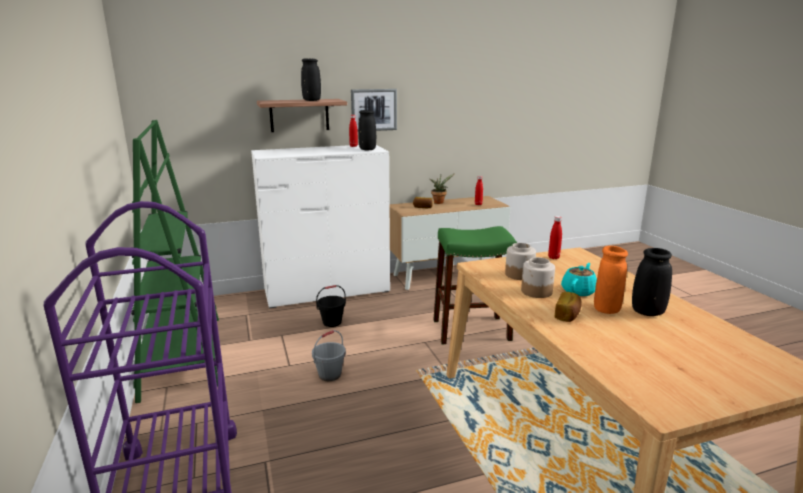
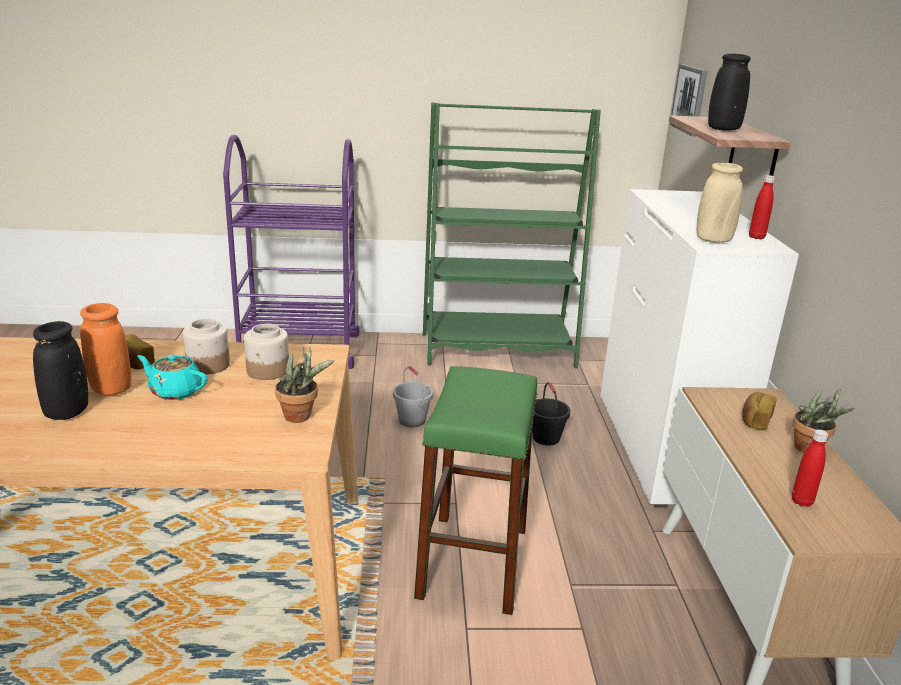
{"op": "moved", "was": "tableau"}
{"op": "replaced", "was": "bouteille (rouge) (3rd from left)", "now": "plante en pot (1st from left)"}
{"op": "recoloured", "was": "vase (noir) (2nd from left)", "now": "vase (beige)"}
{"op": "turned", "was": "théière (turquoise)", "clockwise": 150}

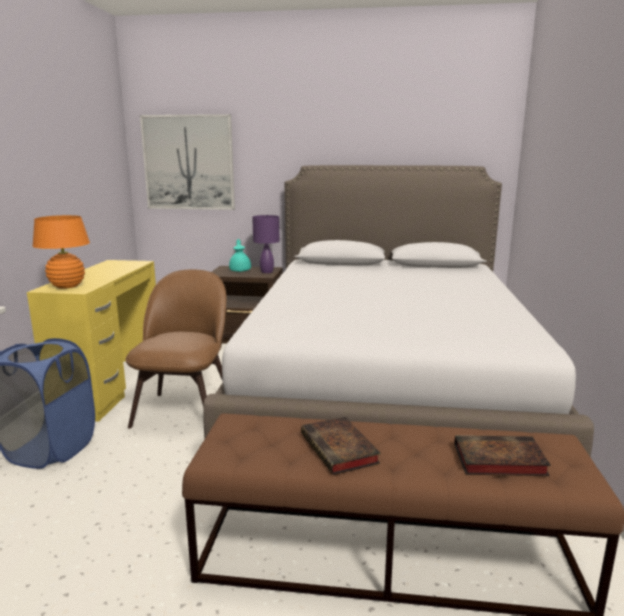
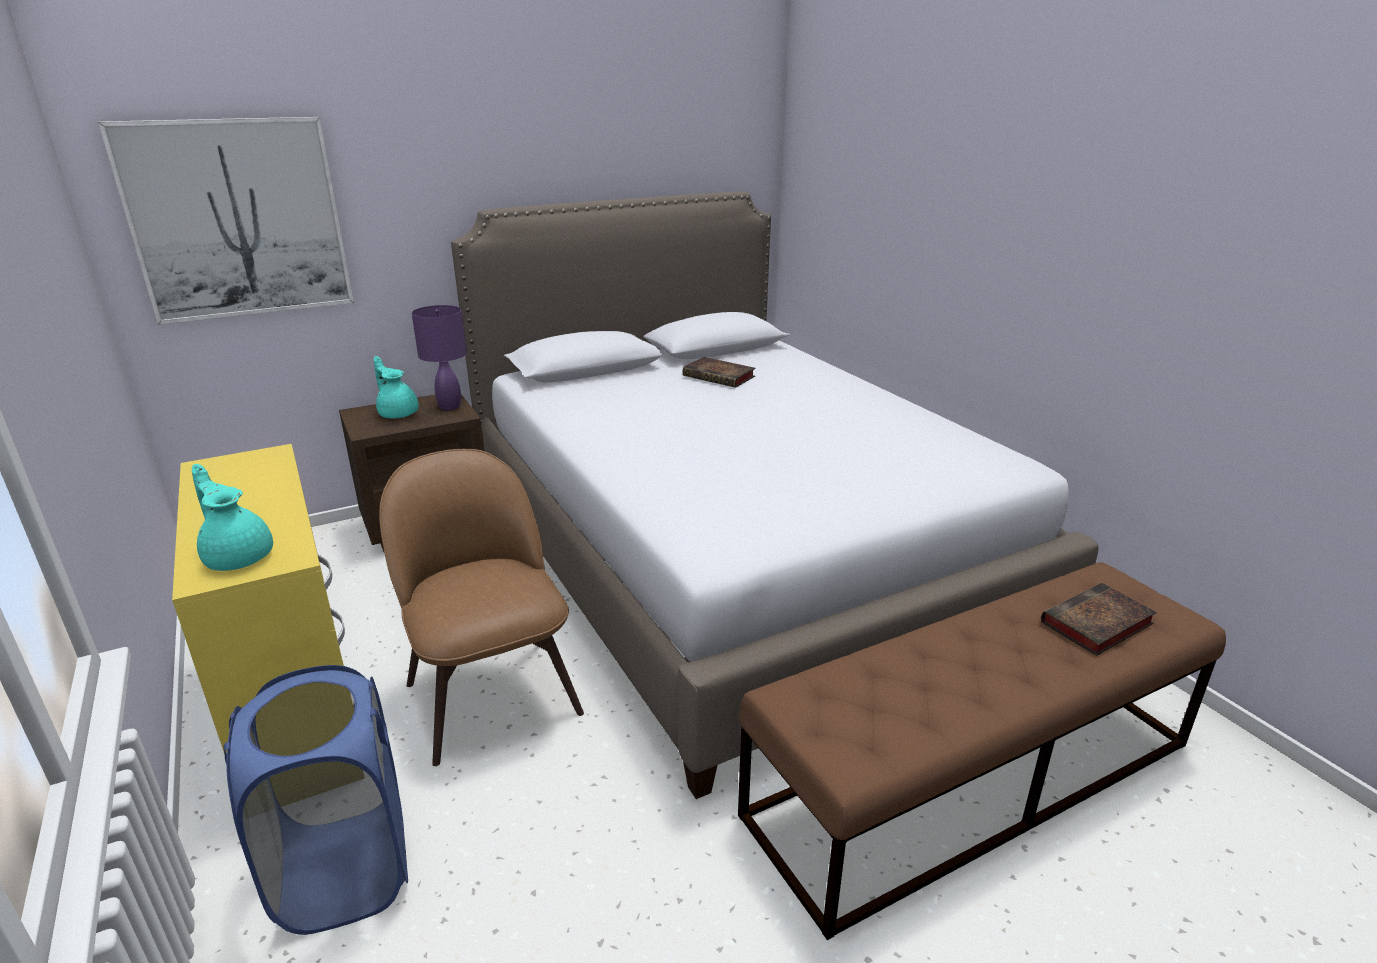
{"op": "moved", "was": "livre (1st from left)"}
{"op": "replaced", "was": "lampe de table (orange)", "now": "théière (turquoise) (1st from left)"}

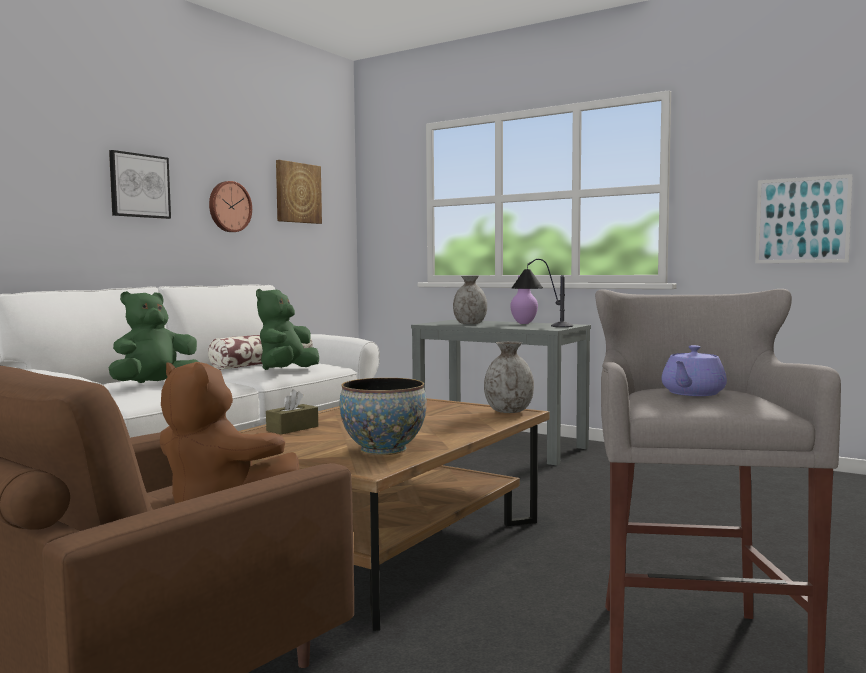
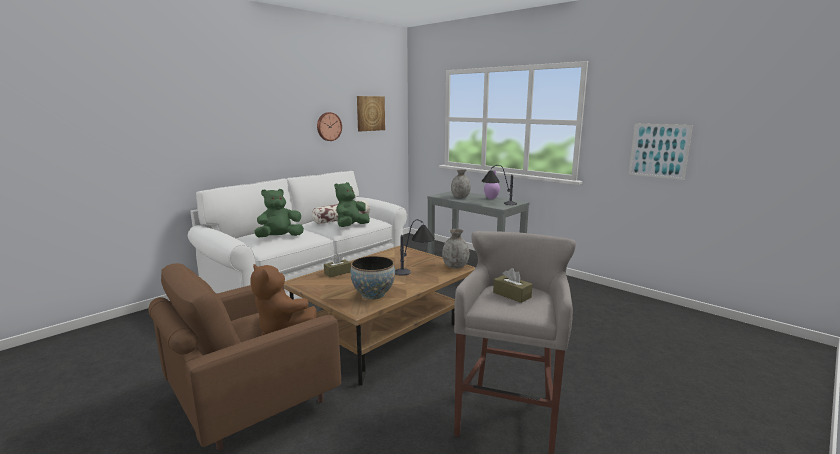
{"op": "removed", "was": "tableau (1st from left)"}
{"op": "added", "now": "lampe de table (1st from left)"}
{"op": "replaced", "was": "théière (violet)", "now": "boîte à mouchoirs (marron) (2nd from left)"}

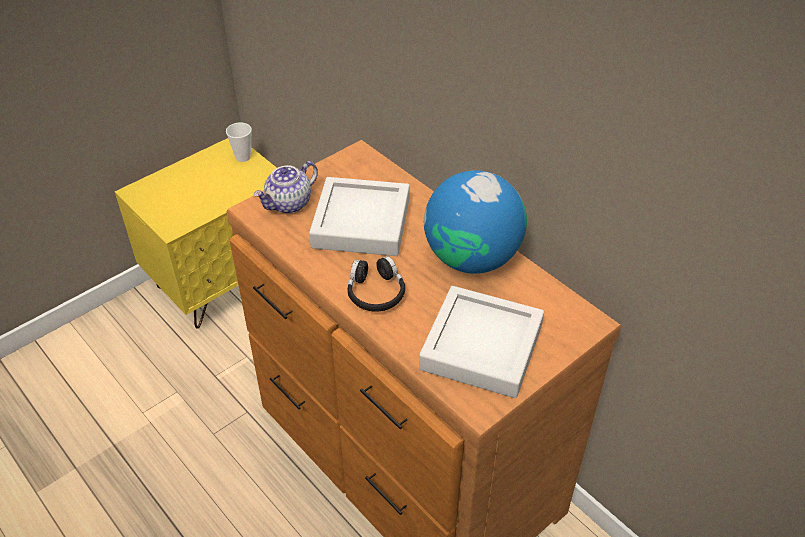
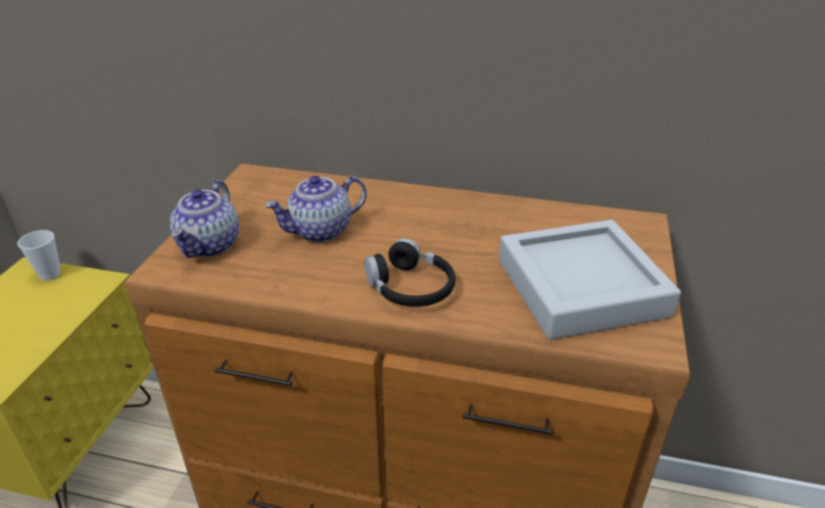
{"op": "removed", "was": "globe"}
{"op": "replaced", "was": "plateau (gris) (1st from left)", "now": "théière (2nd from left)"}

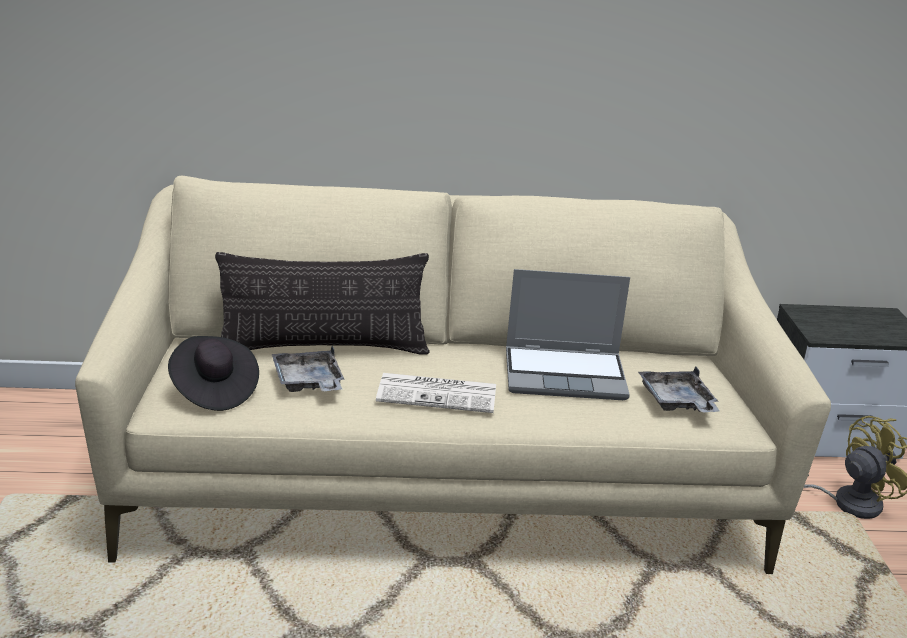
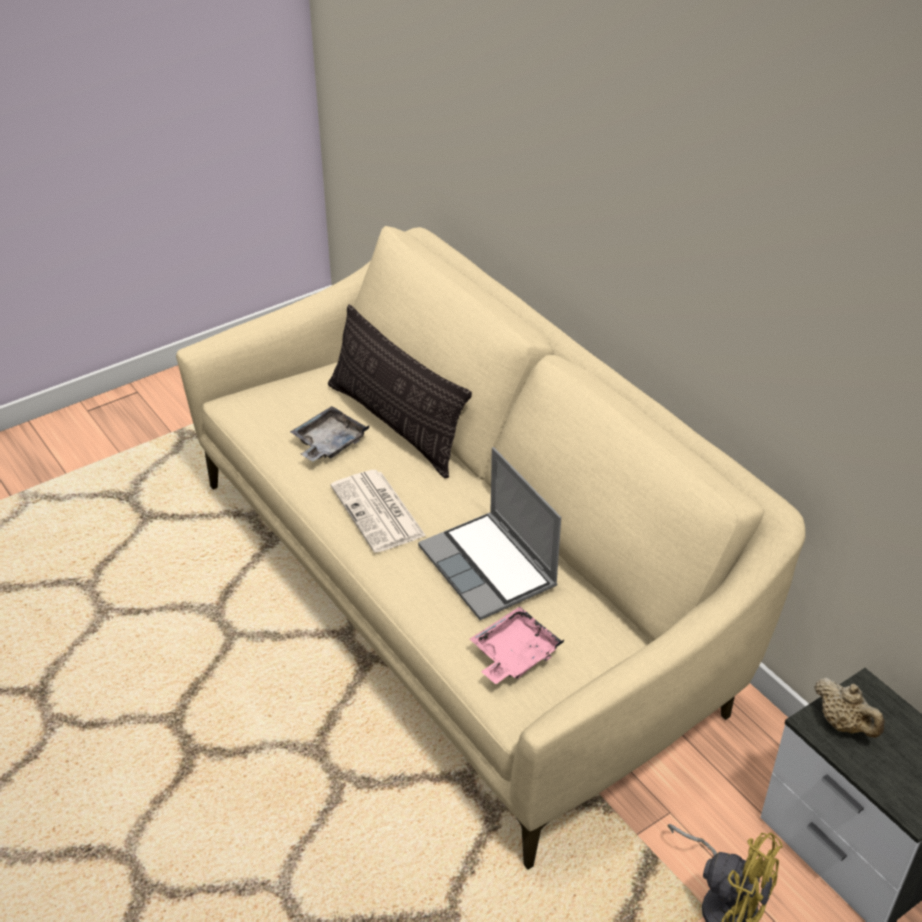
{"op": "removed", "was": "chapeau (noir)"}
{"op": "added", "now": "théière (beige)"}
{"op": "recoloured", "was": "plateau (gris) (2nd from left)", "now": "plateau (rose)"}

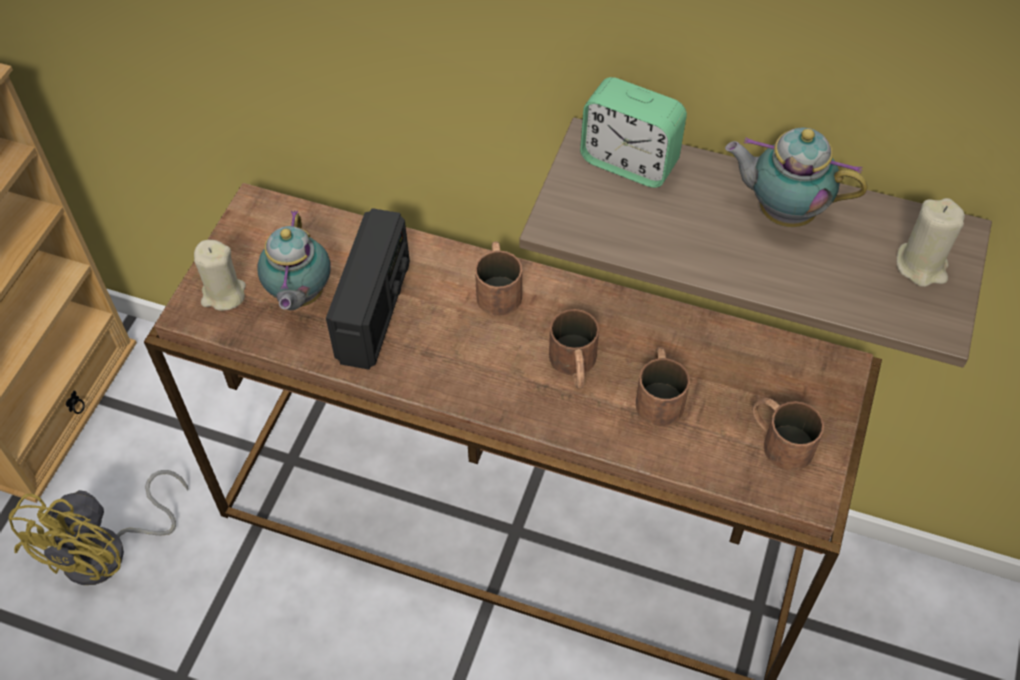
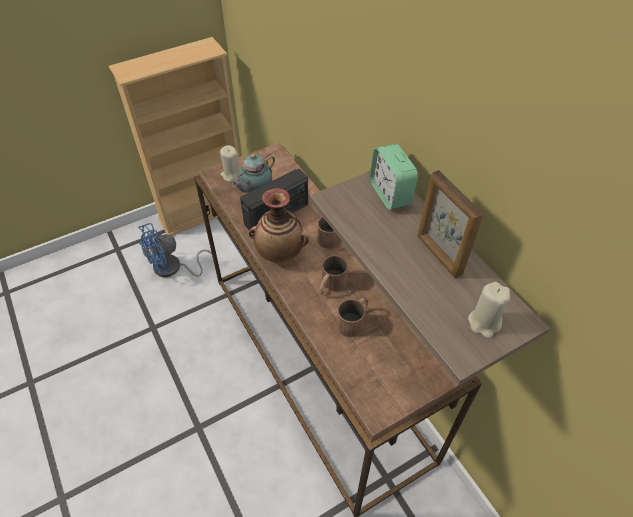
{"op": "removed", "was": "mug (marron) (4th from left)"}
{"op": "added", "now": "vase"}
{"op": "replaced", "was": "théière (2nd from left)", "now": "cadre photo"}
{"op": "recoloured", "was": "ventilateur (jaune)", "now": "ventilateur (bleu)"}

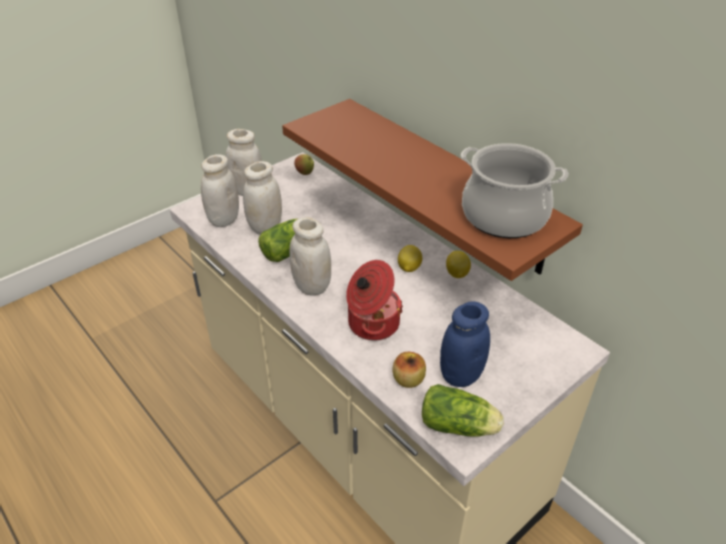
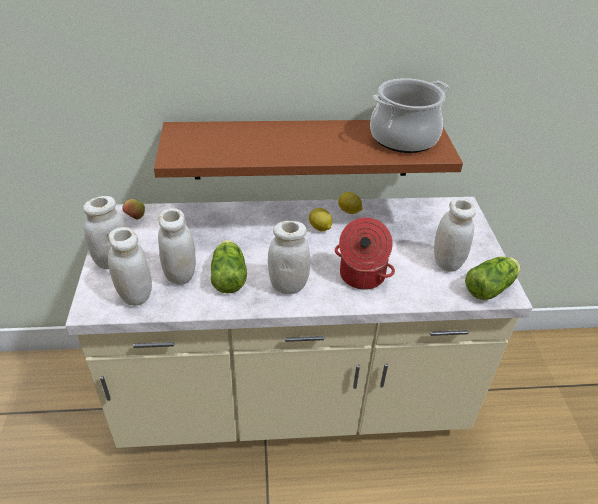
{"op": "removed", "was": "pomme (2nd from left)"}
{"op": "recoloured", "was": "bocal (bleu)", "now": "bocal (blanc) (5th from left)"}

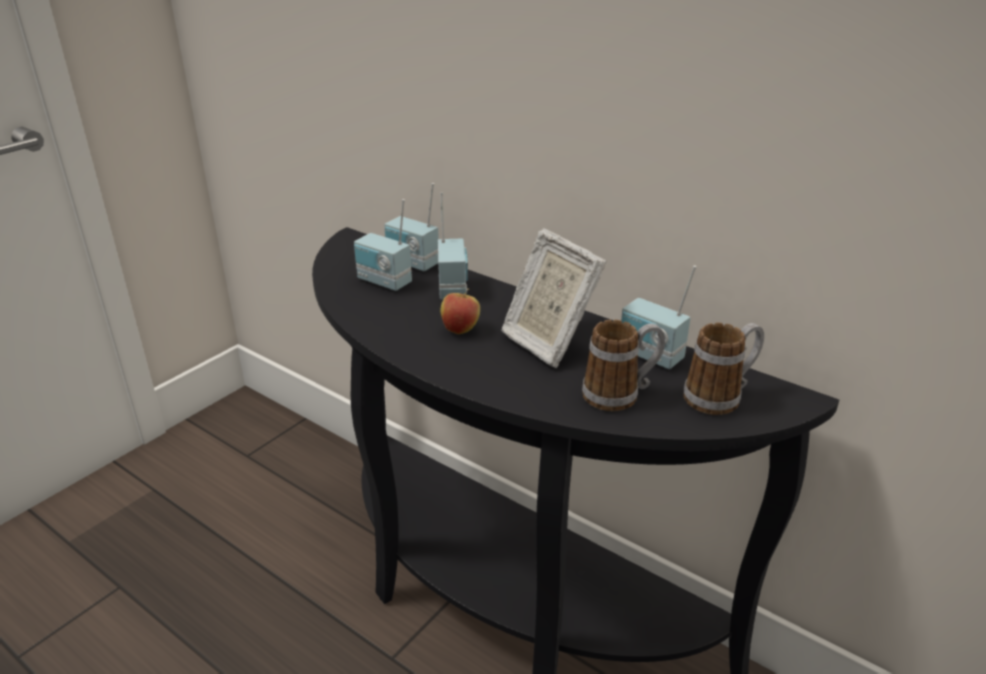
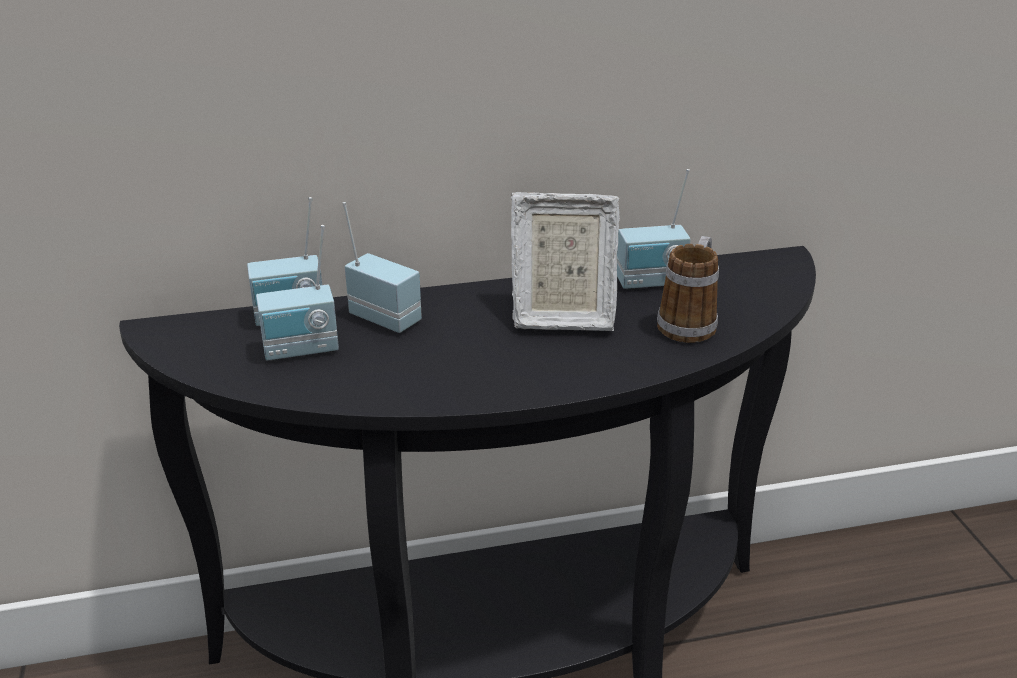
{"op": "removed", "was": "pomme"}
{"op": "removed", "was": "mug (2nd from left)"}

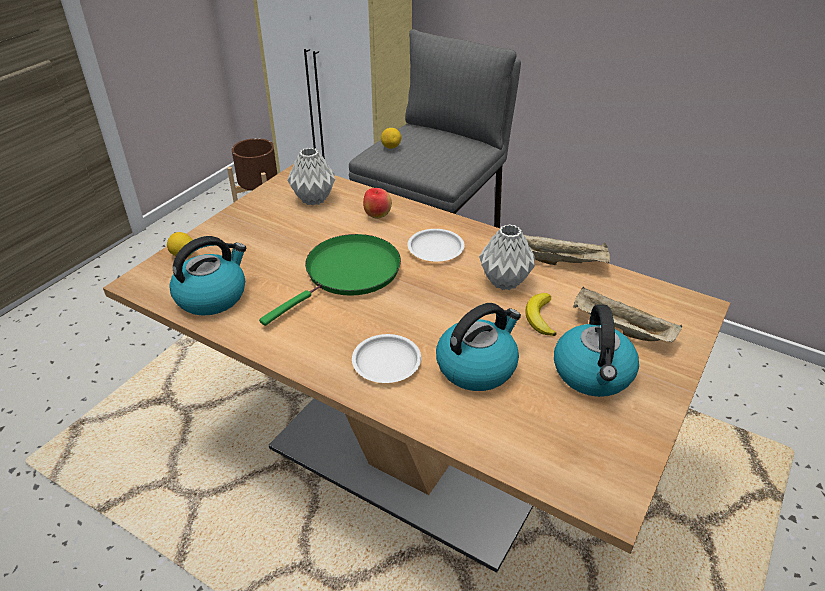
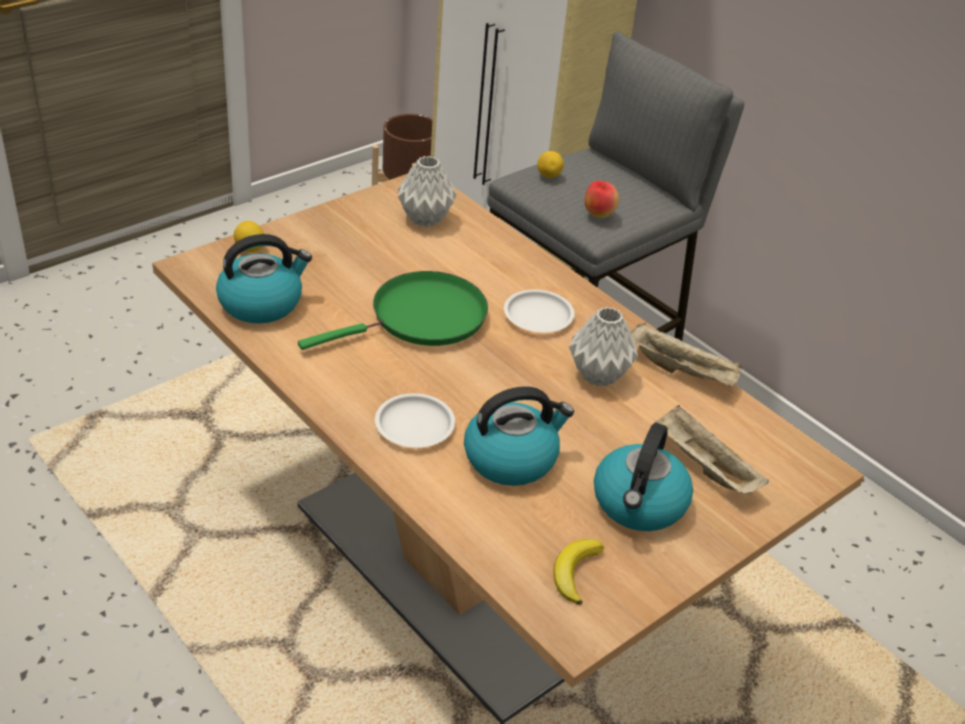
{"op": "moved", "was": "pomme"}
{"op": "moved", "was": "banane"}

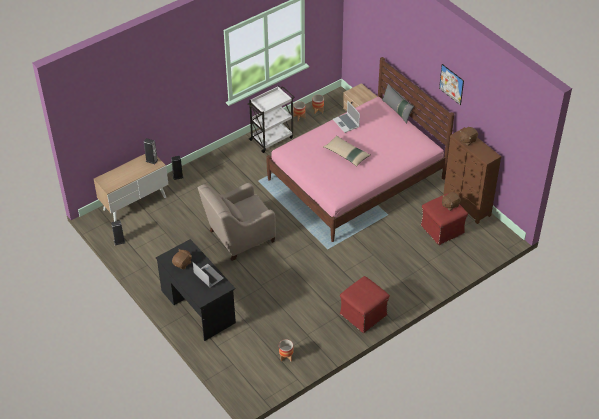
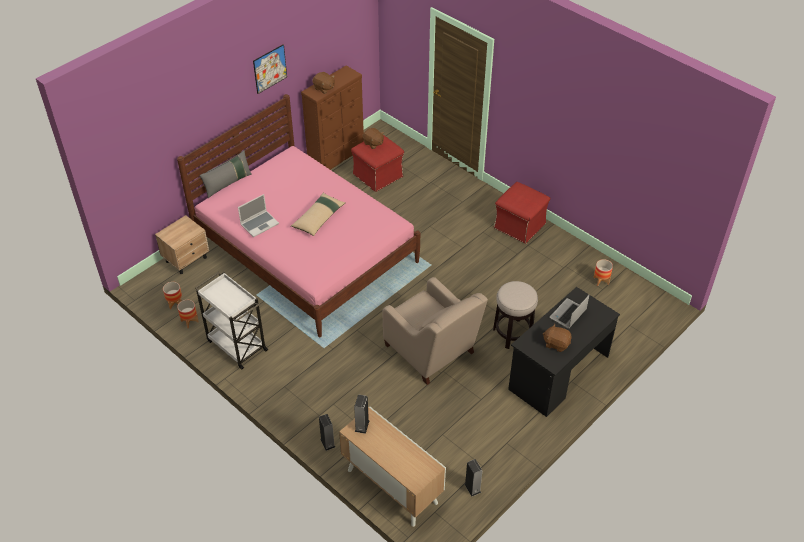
{"op": "added", "now": "tabouret"}

